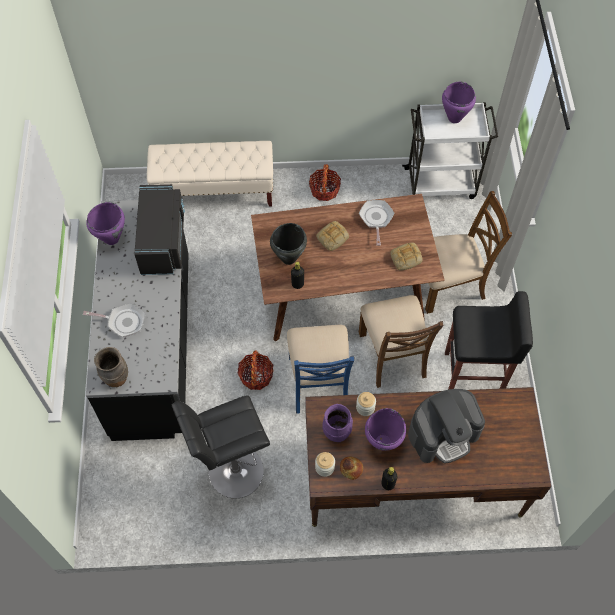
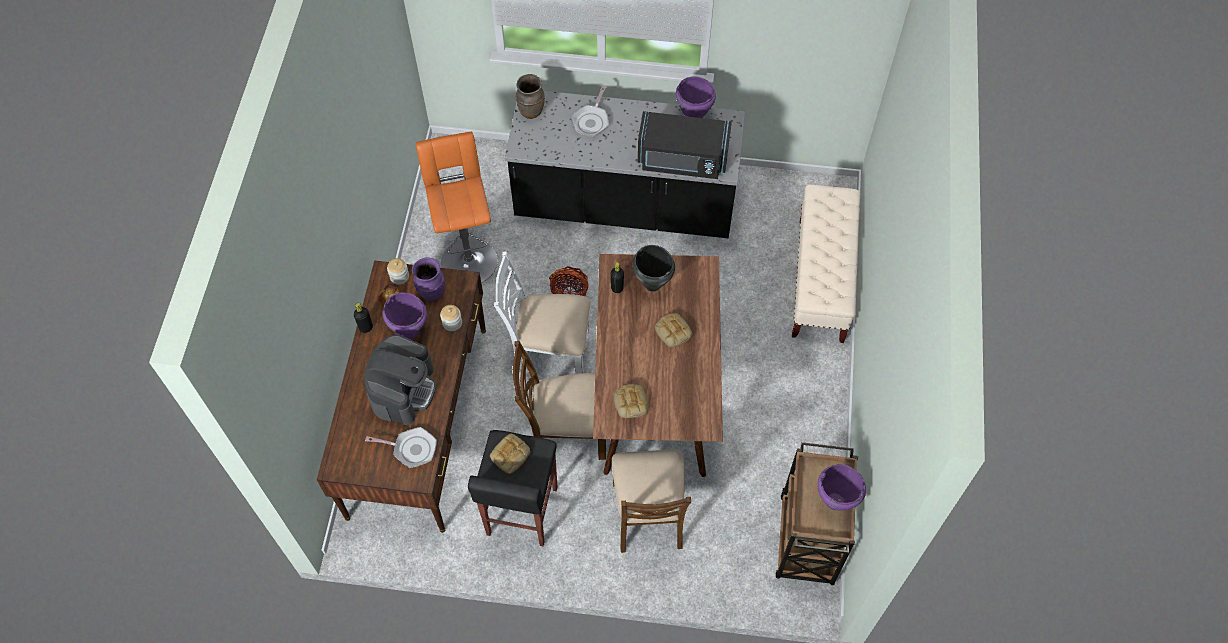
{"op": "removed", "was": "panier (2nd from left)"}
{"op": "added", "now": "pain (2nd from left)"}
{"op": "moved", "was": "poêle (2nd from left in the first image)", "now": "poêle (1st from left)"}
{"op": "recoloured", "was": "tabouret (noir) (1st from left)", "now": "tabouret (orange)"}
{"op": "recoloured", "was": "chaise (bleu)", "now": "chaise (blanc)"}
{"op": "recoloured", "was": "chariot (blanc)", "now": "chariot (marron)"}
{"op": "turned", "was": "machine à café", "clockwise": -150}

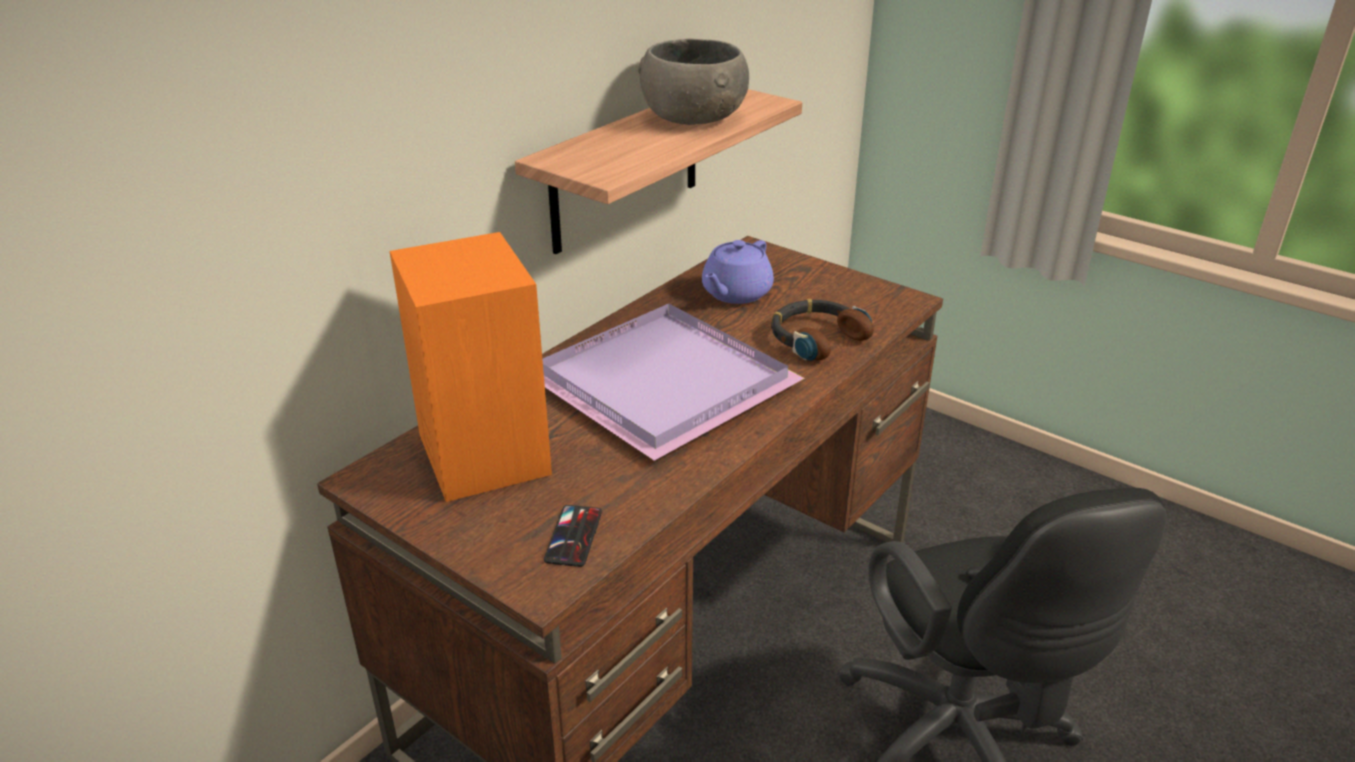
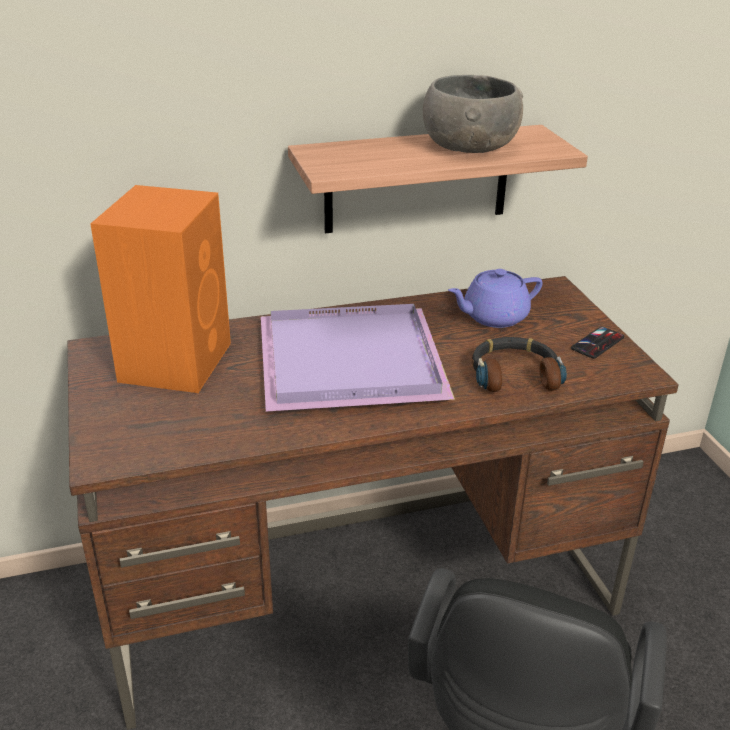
{"op": "moved", "was": "téléphone"}

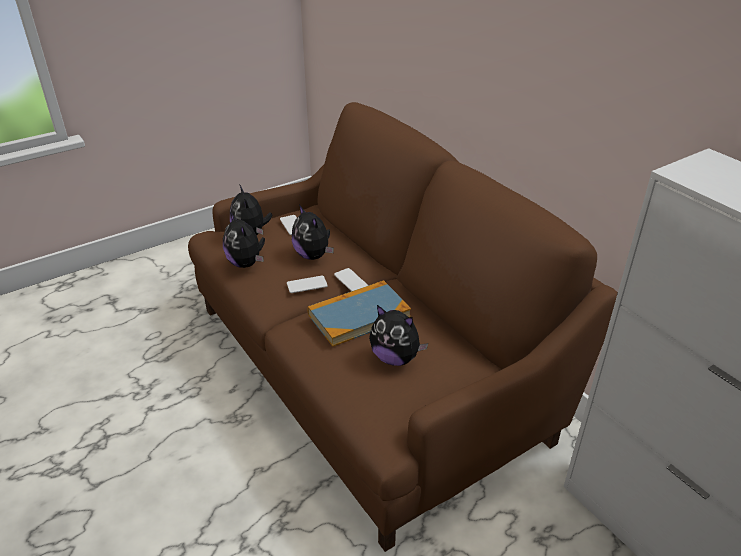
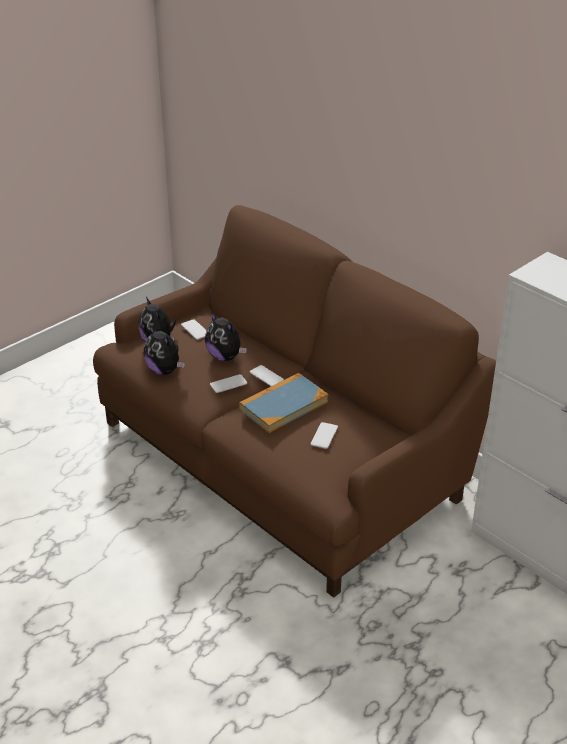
{"op": "replaced", "was": "peluche (4th from left)", "now": "téléphone (4th from left)"}

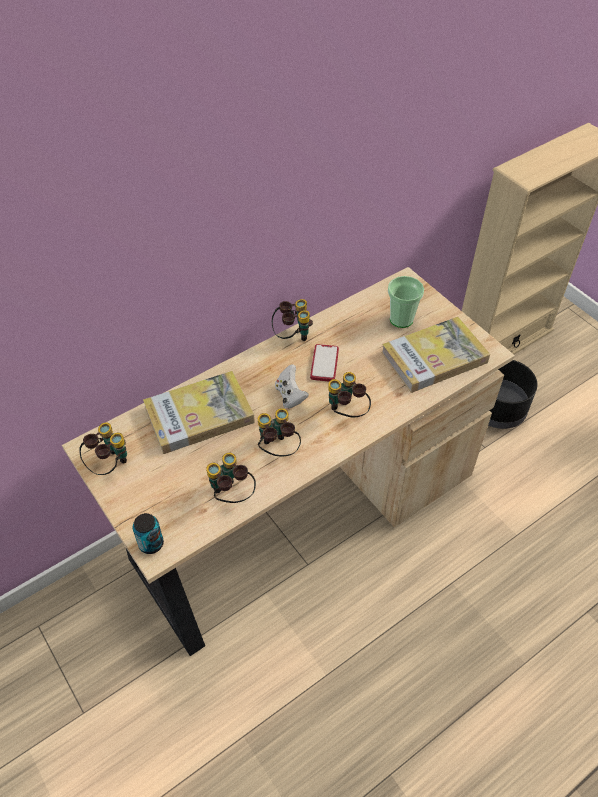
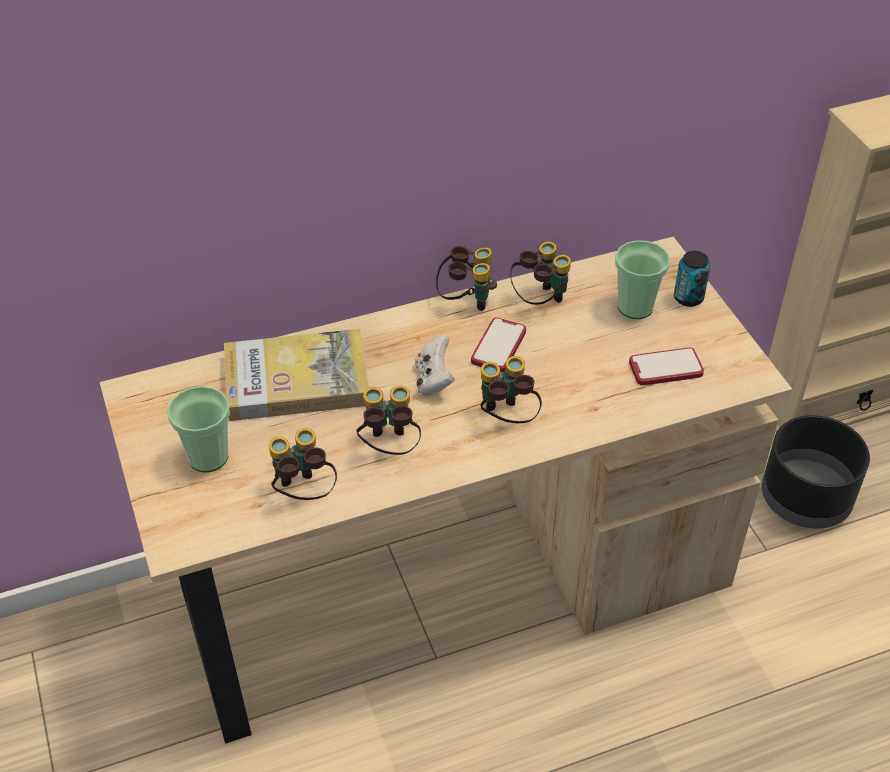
{"op": "added", "now": "tasse (1st from left)"}
{"op": "moved", "was": "jumelles (1st from left in the first image)", "now": "jumelles (5th from left)"}
{"op": "moved", "was": "boîte métallique"}
{"op": "replaced", "was": "livre (2nd from left)", "now": "téléphone (2nd from left)"}

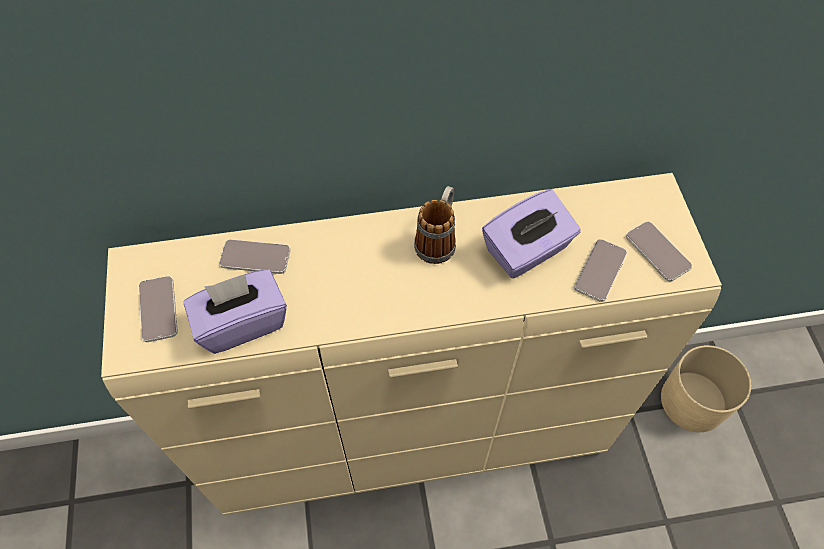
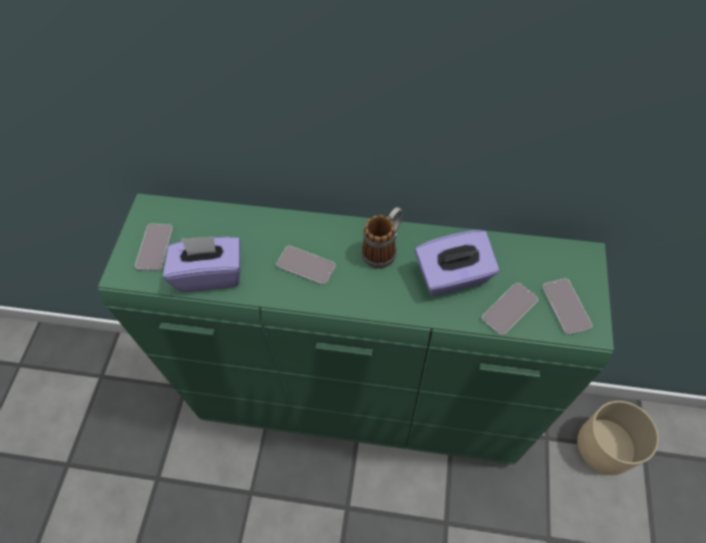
{"op": "moved", "was": "téléphone (2nd from left)"}
{"op": "recoloured", "was": "commode (beige)", "now": "commode (vert)"}

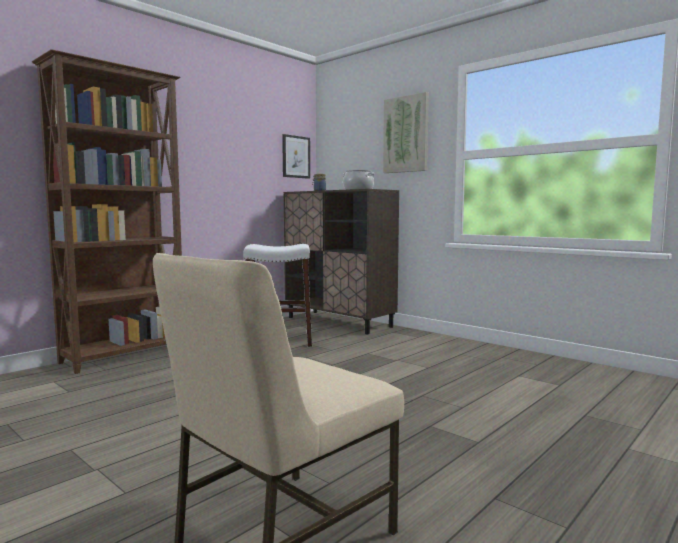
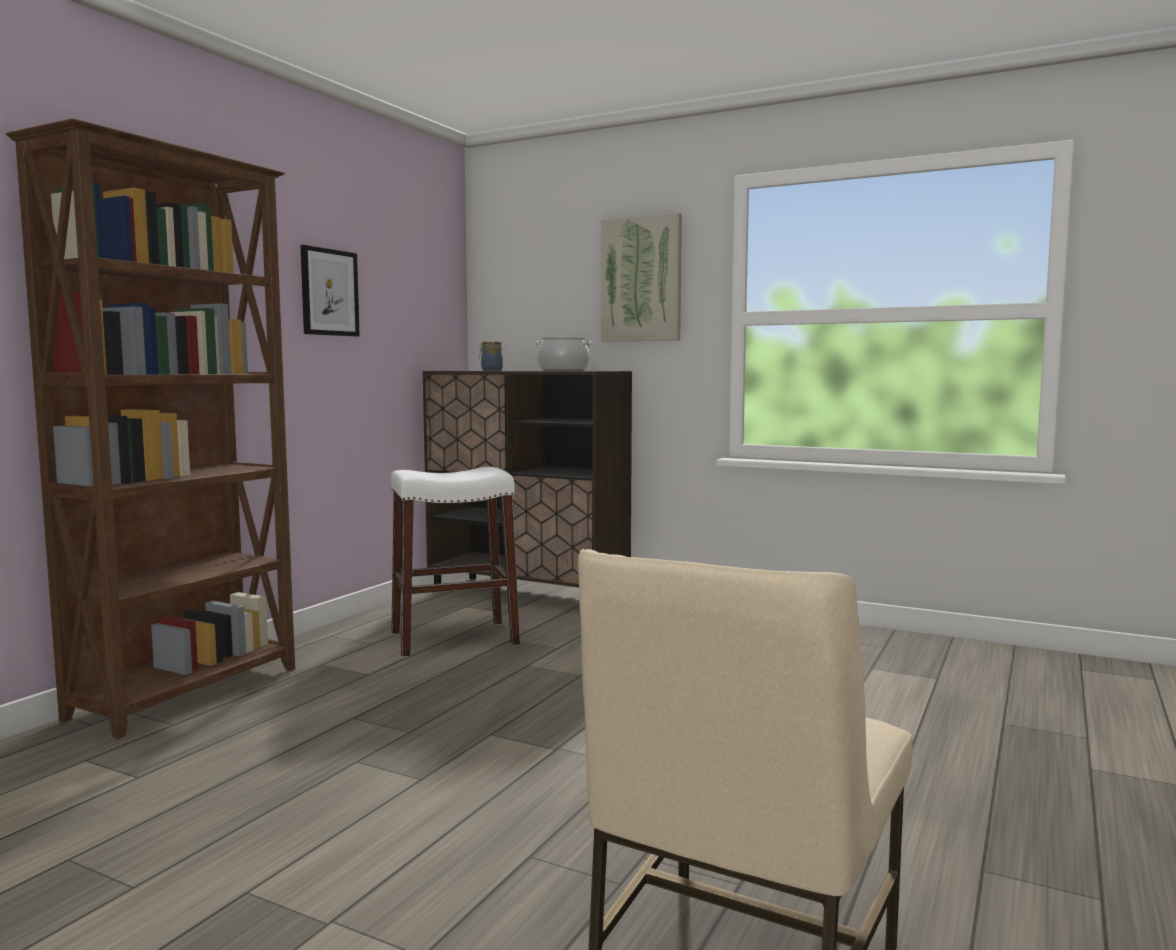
{"op": "moved", "was": "tableau (1st from left)"}

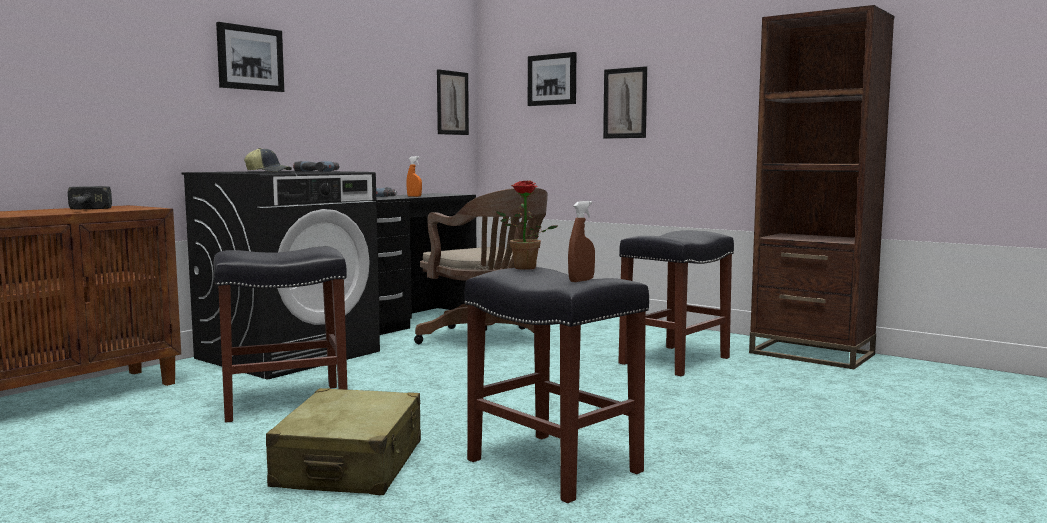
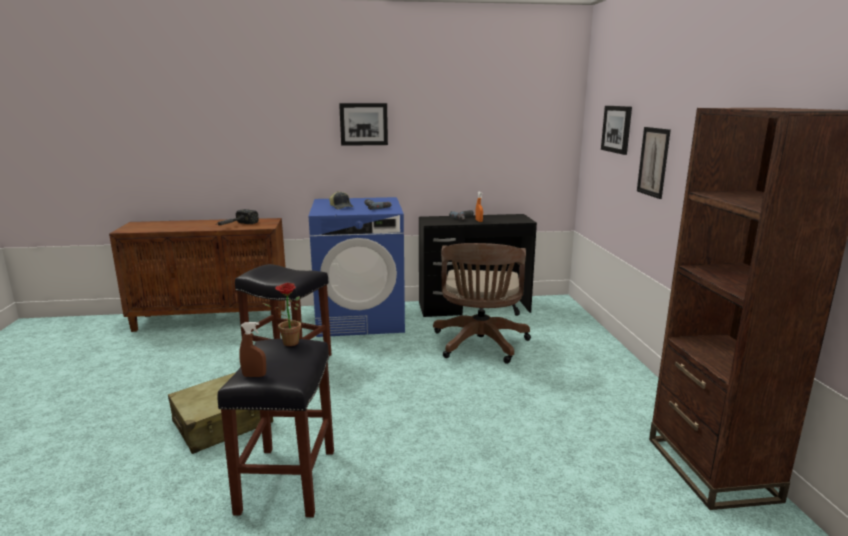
{"op": "removed", "was": "tableau (2nd from left)"}
{"op": "removed", "was": "tabouret (noir) (3rd from left)"}
{"op": "recoloured", "was": "lave-linge (noir)", "now": "lave-linge (bleu)"}

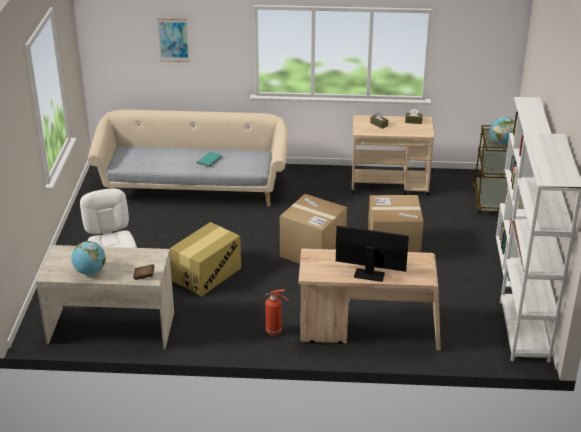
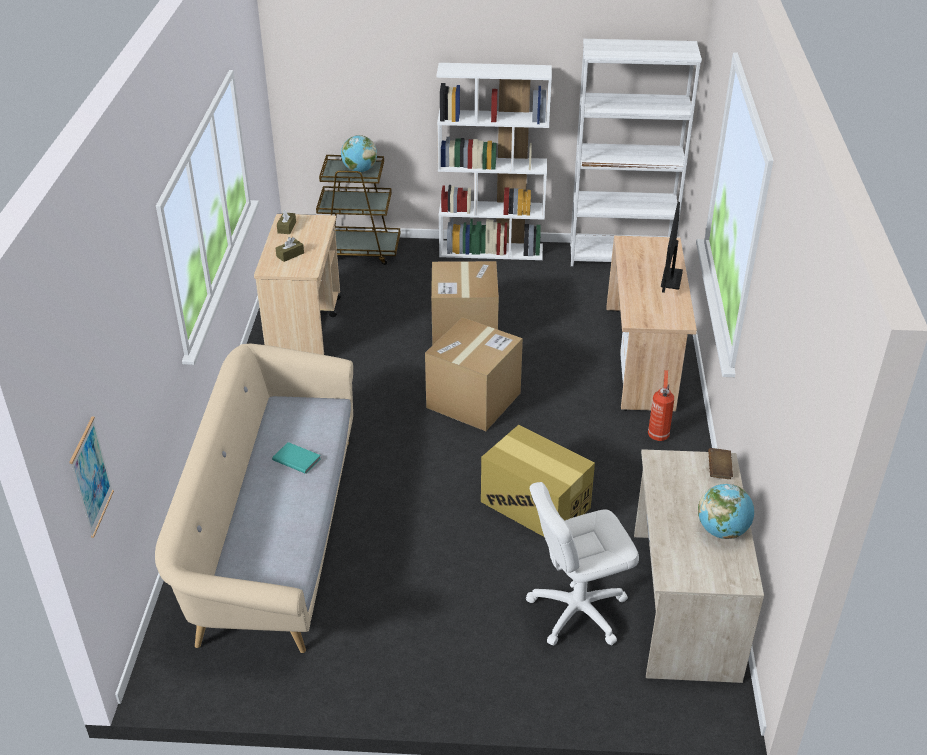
{"op": "moved", "was": "tableau"}

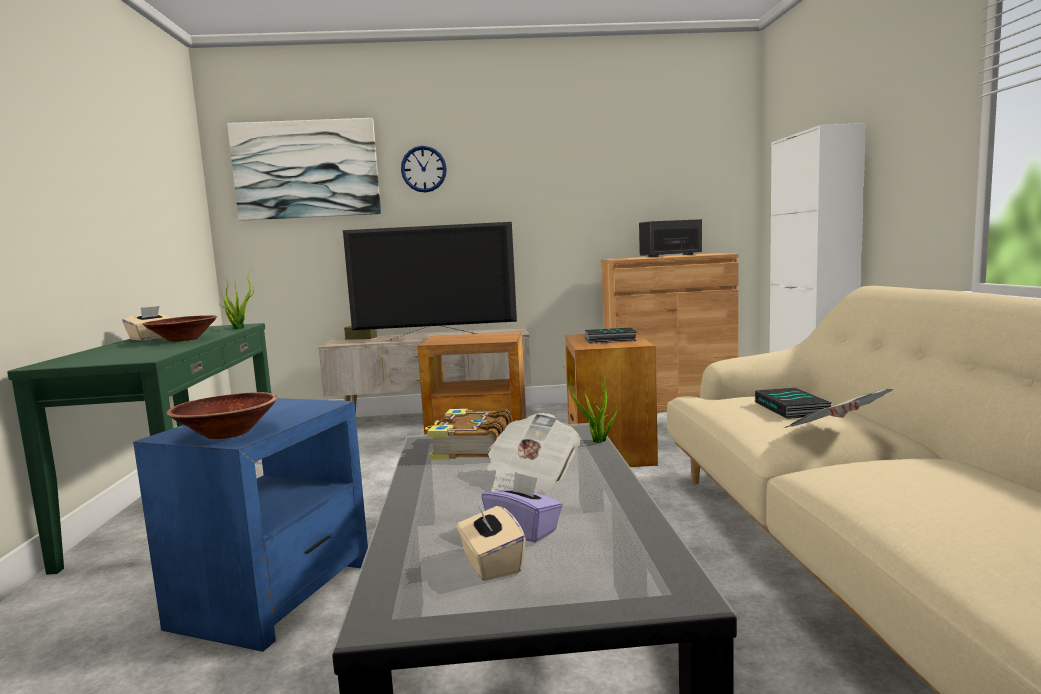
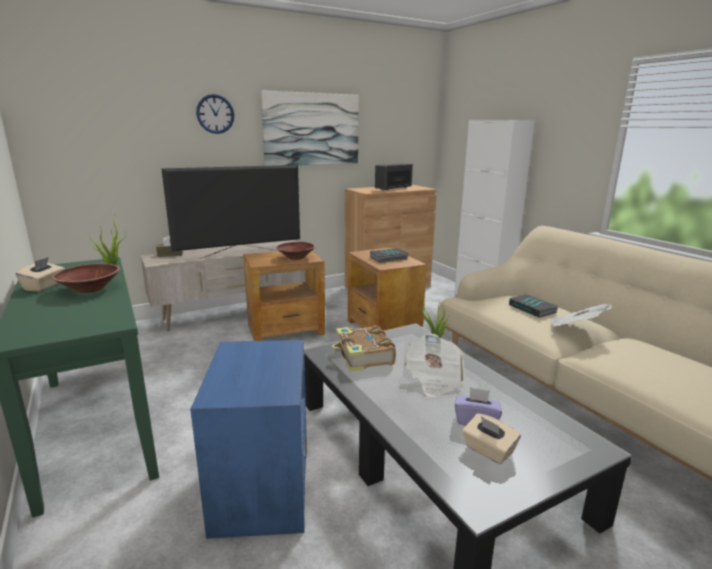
{"op": "moved", "was": "bol (marron) (2nd from left)"}
{"op": "moved", "was": "tableau"}

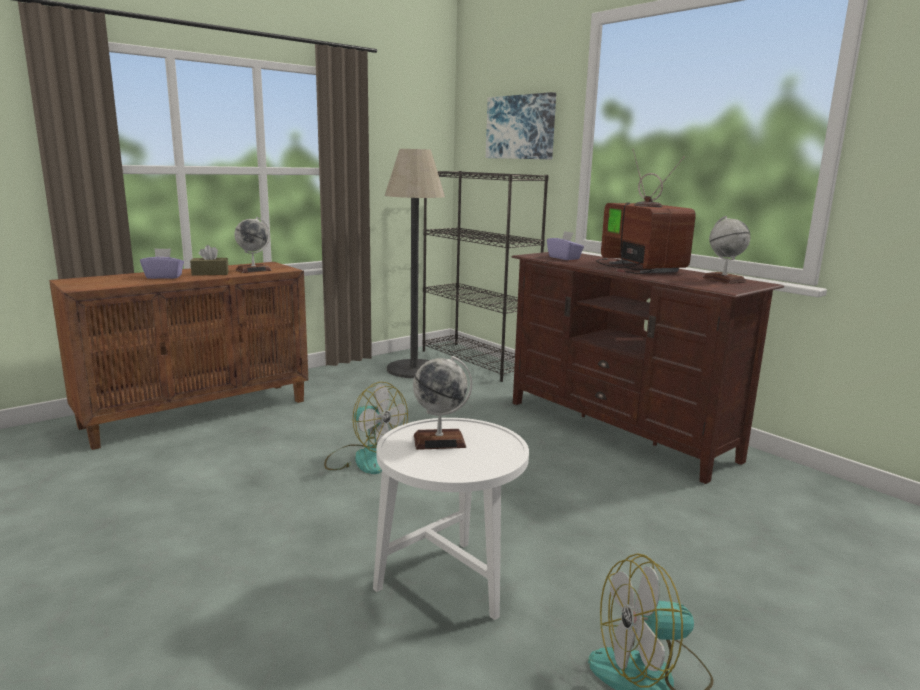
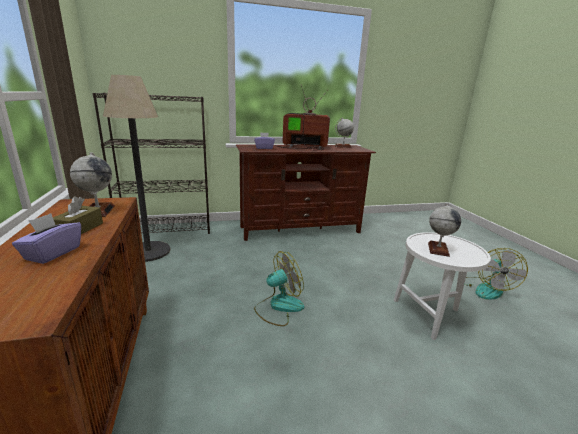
{"op": "removed", "was": "tableau"}

